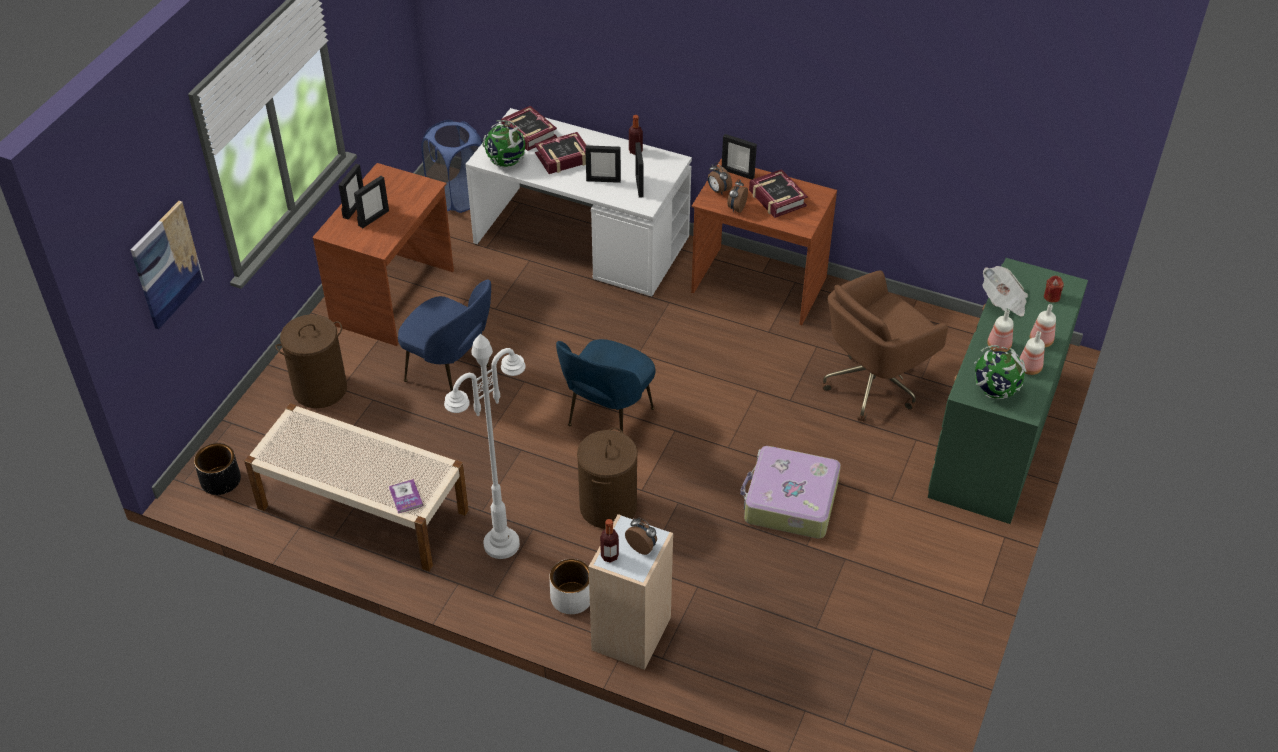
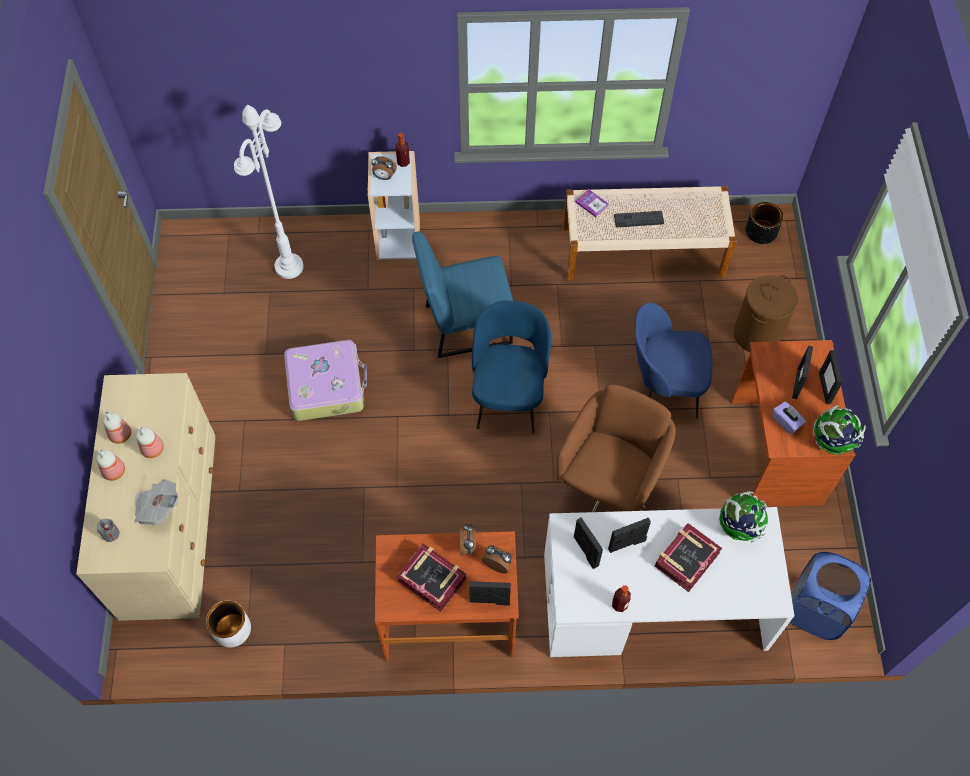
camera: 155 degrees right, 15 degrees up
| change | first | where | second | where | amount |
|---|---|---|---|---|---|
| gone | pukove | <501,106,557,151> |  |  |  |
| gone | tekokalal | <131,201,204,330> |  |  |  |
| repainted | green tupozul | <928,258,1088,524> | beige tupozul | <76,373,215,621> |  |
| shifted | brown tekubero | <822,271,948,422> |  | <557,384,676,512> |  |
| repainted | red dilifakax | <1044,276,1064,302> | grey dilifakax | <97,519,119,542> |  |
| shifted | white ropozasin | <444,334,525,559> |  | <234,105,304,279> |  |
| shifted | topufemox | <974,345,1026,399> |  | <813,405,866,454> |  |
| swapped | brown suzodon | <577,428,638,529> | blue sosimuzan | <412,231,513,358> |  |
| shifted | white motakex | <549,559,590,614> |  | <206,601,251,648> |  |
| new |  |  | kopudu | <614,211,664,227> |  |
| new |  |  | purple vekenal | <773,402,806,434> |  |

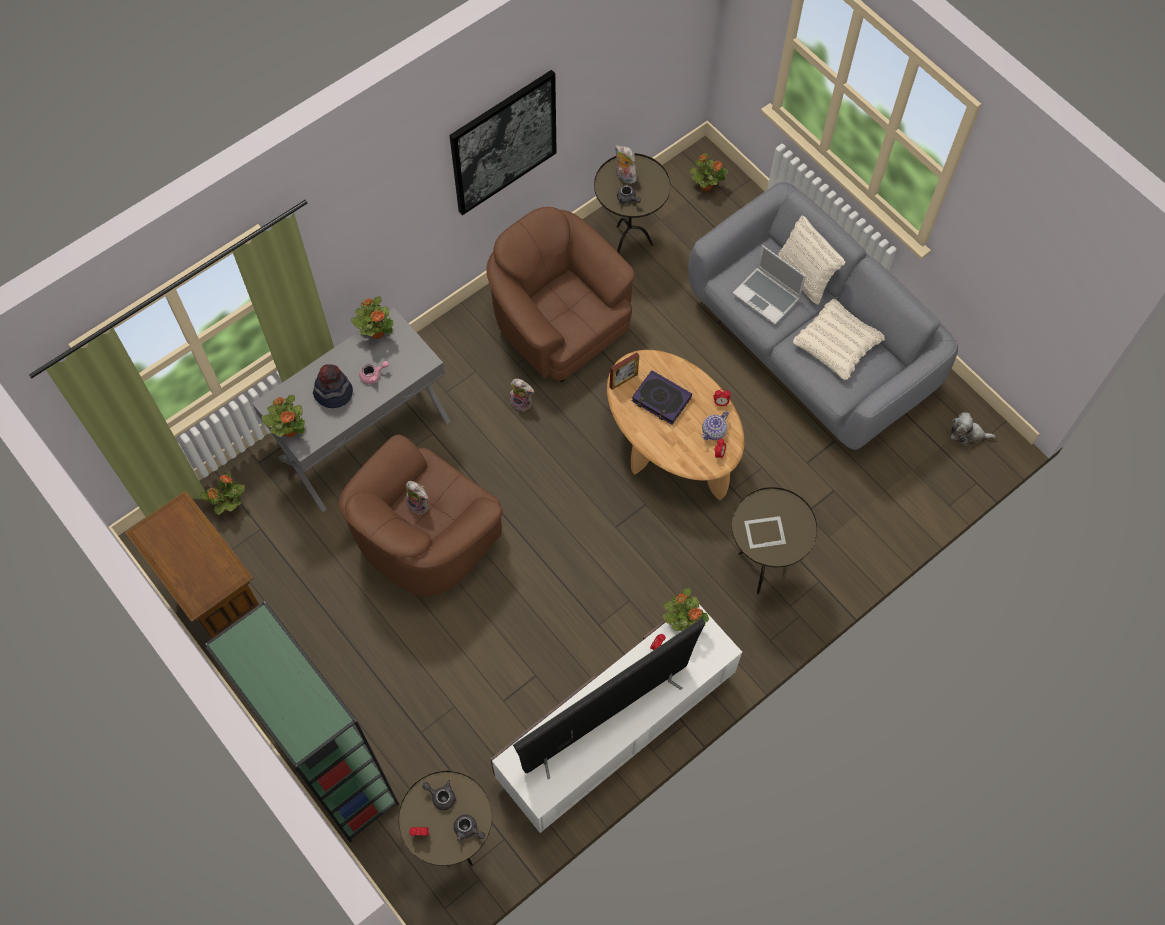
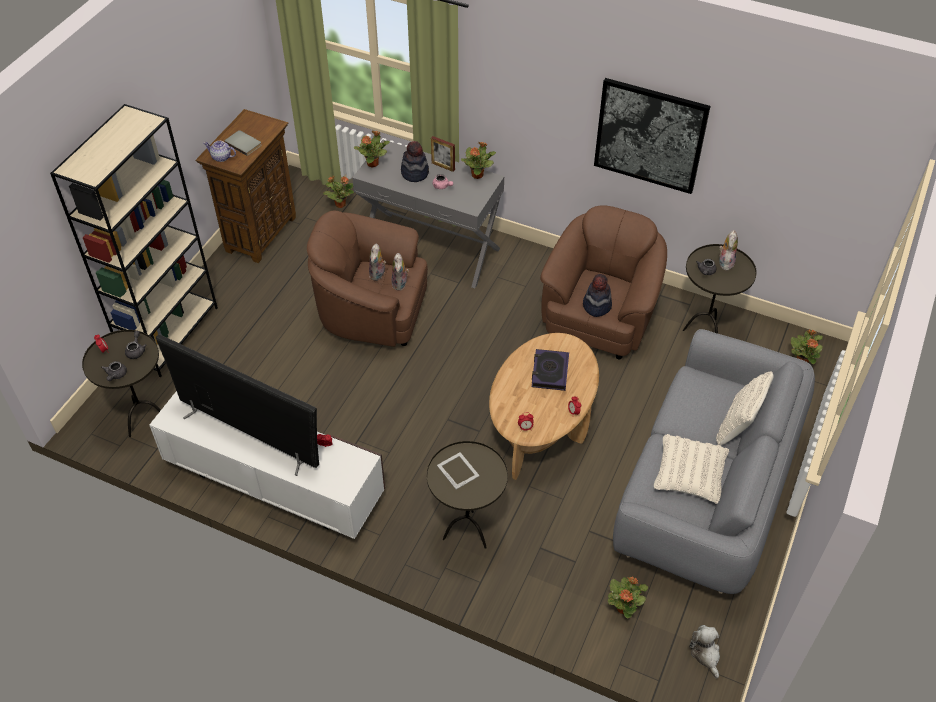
camera: 65 degrees right, 15 degrees down
| change | first | where | second | where | amount |
|---|---|---|---|---|---|
| gone | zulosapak | <733,245,806,325> |  |  |  |
| shifted | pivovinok | <609,352,640,390> |  | <431,136,455,172> |  |
| shifted | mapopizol | <510,379,534,411> |  | <392,253,409,291> |  |
| shifted | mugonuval | <702,411,729,440> |  | <204,141,236,162> |  |
| shifted | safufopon | <663,588,709,631> |  | <608,576,648,619> |  |
| repainted | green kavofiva | <204,601,399,843> | beige kavofiva | <50,104,218,377> |  |
| new |  |  | grey pukove | <224,130,262,156> |  |
| new |  |  | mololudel | <583,274,612,317> |  |

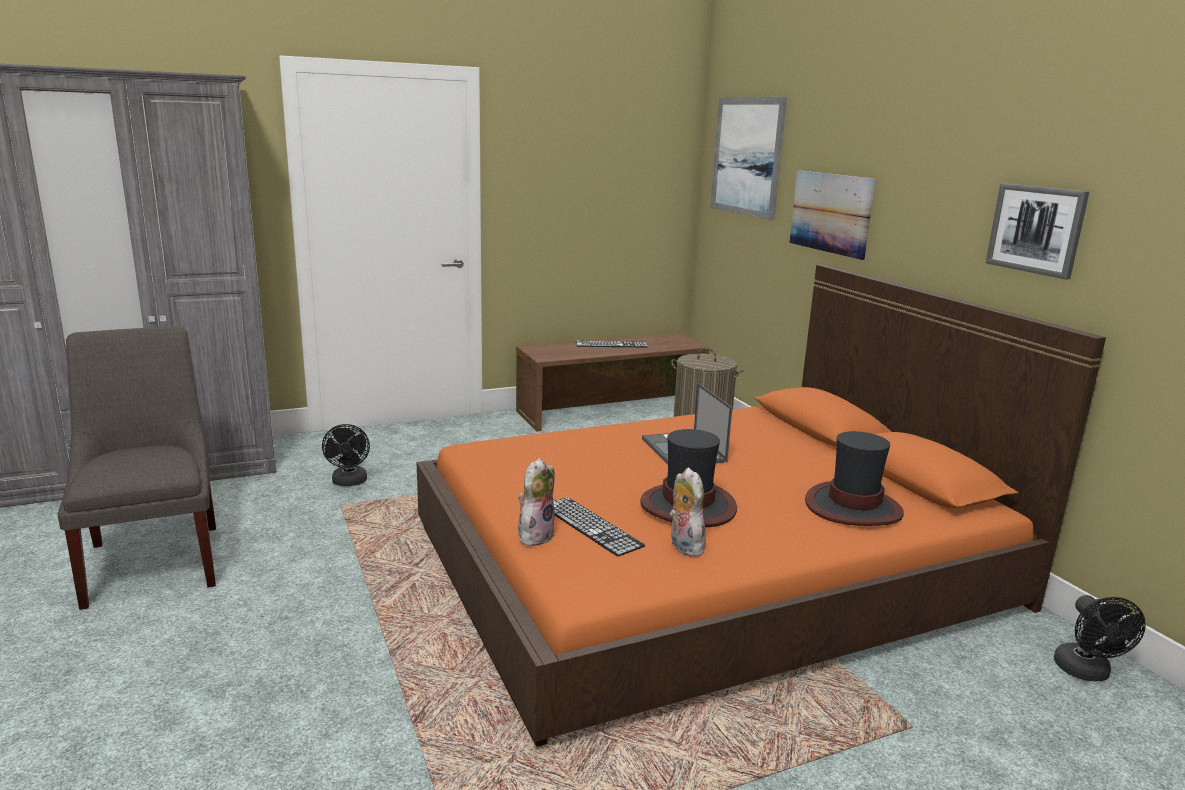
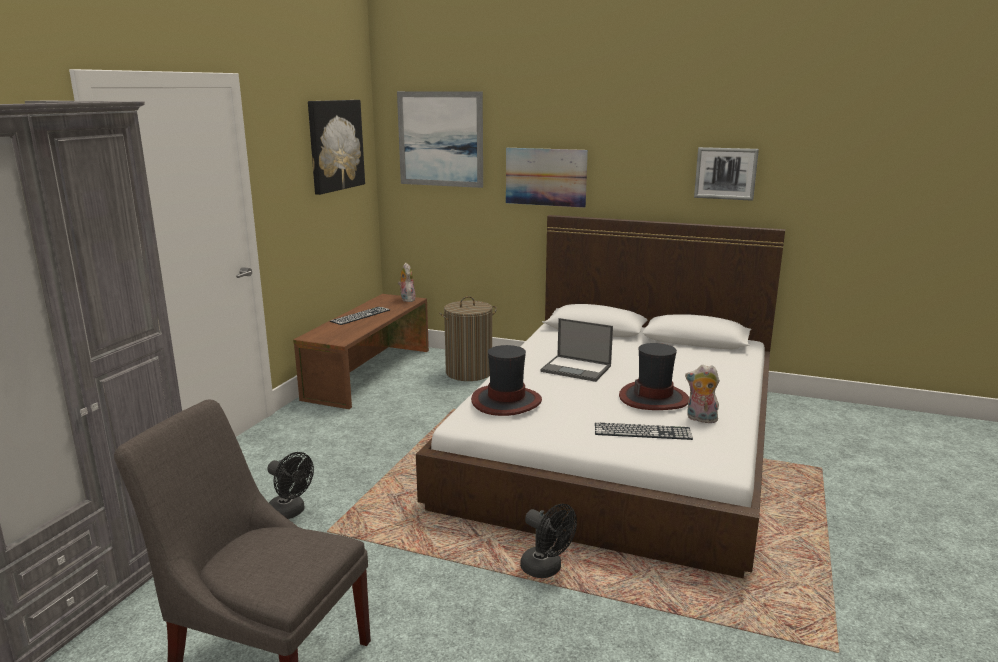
camera: 45 degrees left, 0 degrees up
| change | first | where | second | where | amount |
|---|---|---|---|---|---|
| repainted | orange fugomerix | <417,264,1106,747> | white fugomerix | <416,215,785,578> |  |
| shifted | mololudel | <805,431,904,526> |  | <471,345,542,416> |  |
| shifted | mapopizol | <518,458,555,546> |  | <398,263,416,302> |  |
| shifted | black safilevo | <1054,595,1145,681> |  | <520,504,577,578> |  |
| new |  |  | tekokalal | <308,100,365,195> |  |

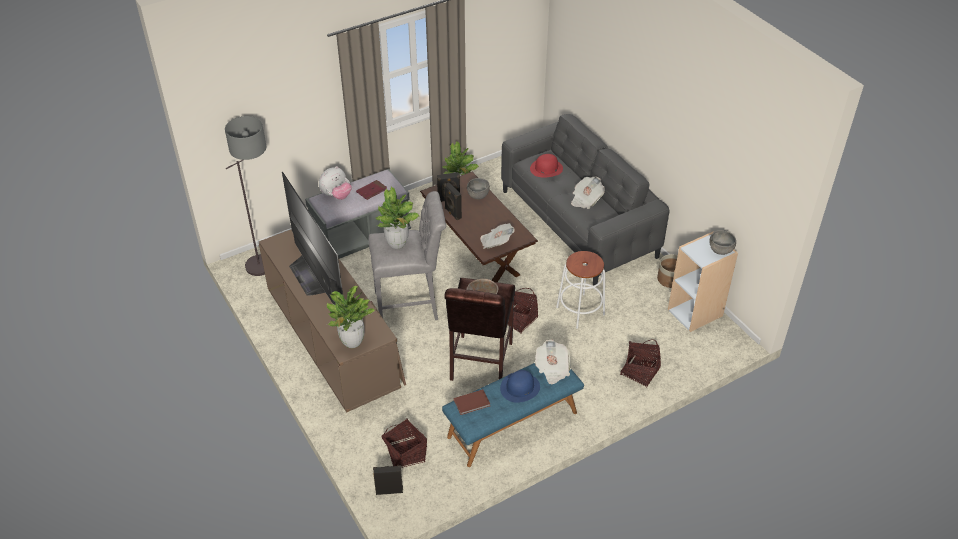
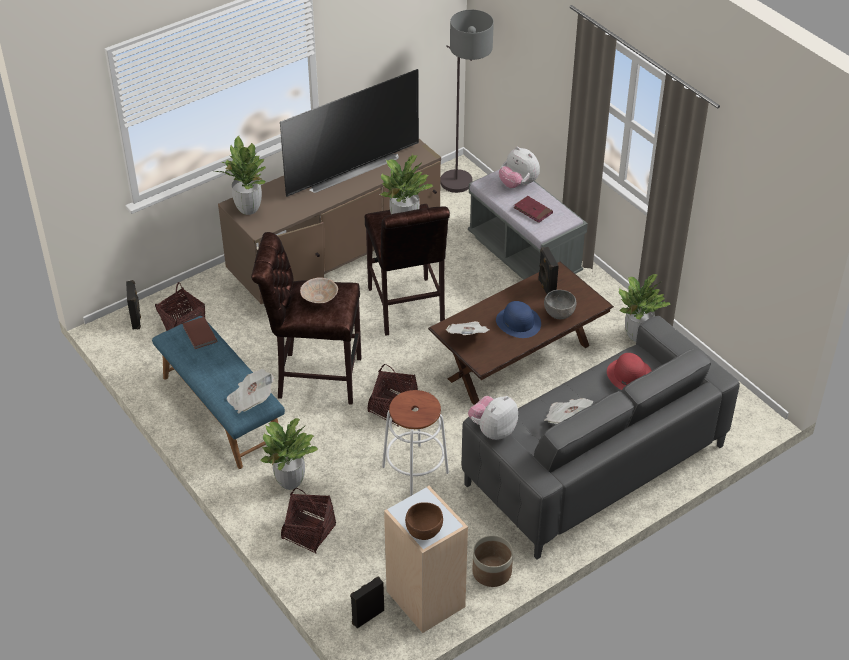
camera: 85 degrees right, 0 degrees up
| change | first | where | second | where | amount |
|---|---|---|---|---|---|
| shifted | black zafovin | <444,183,462,220> |  | <350,576,384,628> |  |
| repainted | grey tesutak | <369,191,446,320> | brown tesutak | <365,204,450,336> |  |
| repainted | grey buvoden | <709,230,736,255> | brown buvoden | <405,502,443,540> |  |
| shifted | blue mololudel | <500,370,540,403> |  | <496,301,541,338> |  |
| new |  |  | mapopizol | <468,396,518,440> |  |
| new |  |  | safufopon | <260,418,318,490> |  |

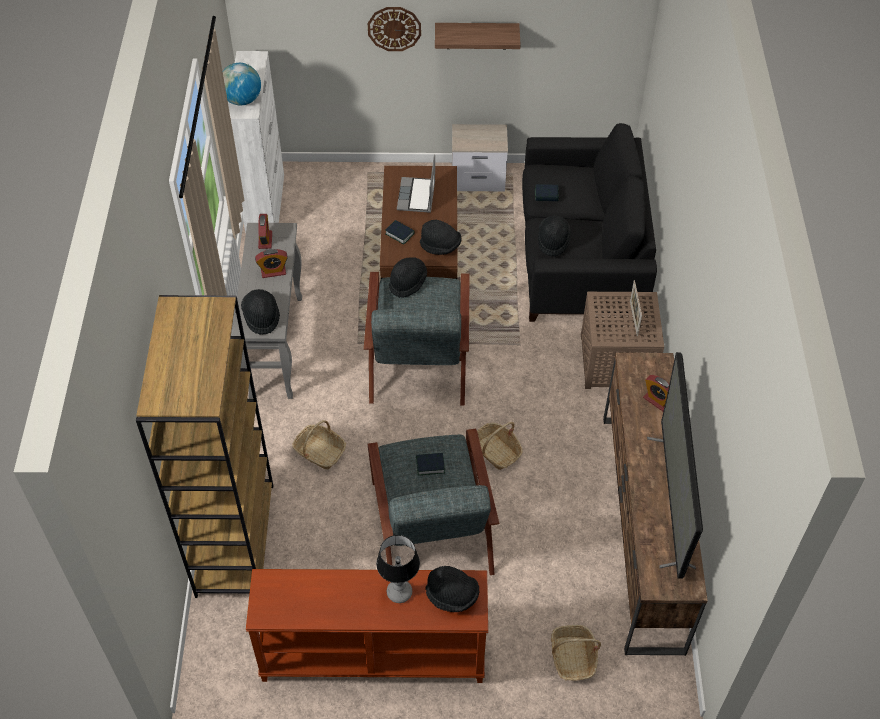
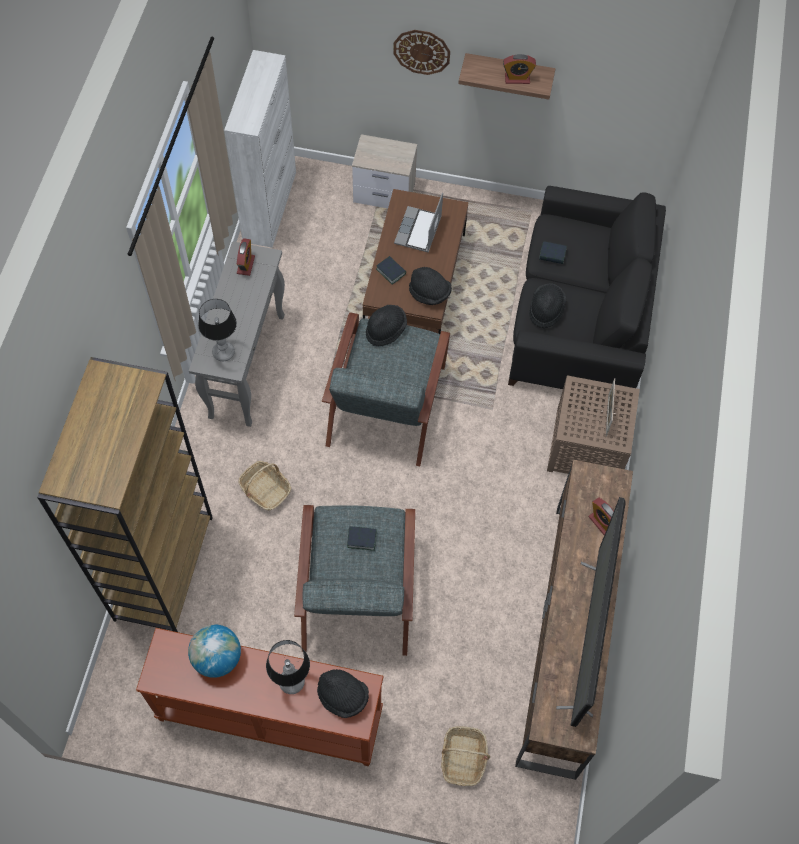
camera: 10 degrees right, 10 degrees up
| change | first | where | second | where | amount |
|---|---|---|---|---|---|
| shifted | topufemox | <223,63,261,105> |  | <188,625,241,678> |  |
| shifted | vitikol | <452,124,508,191> |  | <352,134,417,208> |  |
| shifted | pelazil | <255,249,288,278> |  | <503,54,536,84> |  |
| swapped | black mololudel | <241,289,280,335> | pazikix | <198,299,237,361> |  |
| gone | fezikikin | <477,422,523,470> |  |  |  |

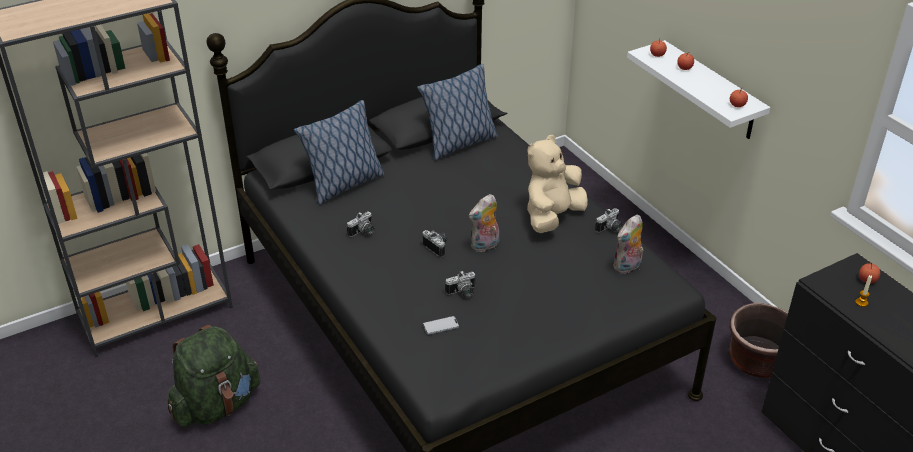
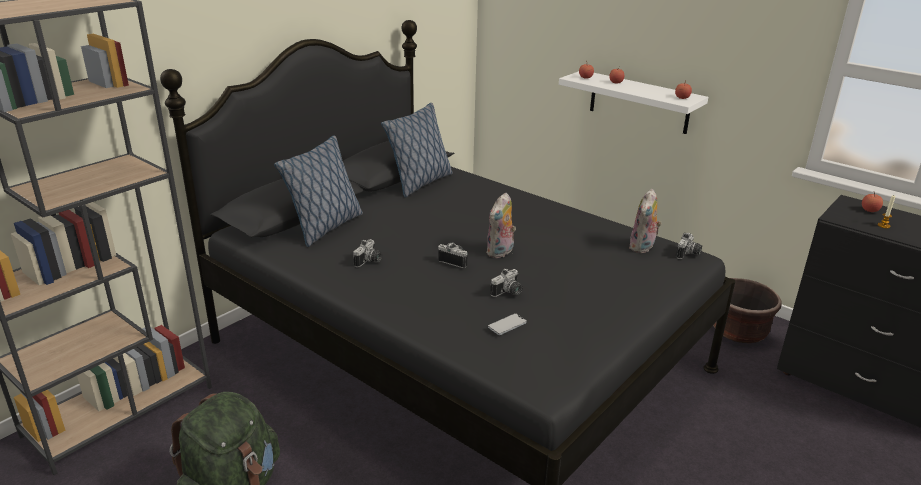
camera: 20 degrees left, 10 degrees down
| change | first | where | second | where | amount |
|---|---|---|---|---|---|
| gone | beige mapopizol | <527,135,588,233> |  |  |  |
| shifted | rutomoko | <595,208,623,233> |  | <676,233,702,259> |  |

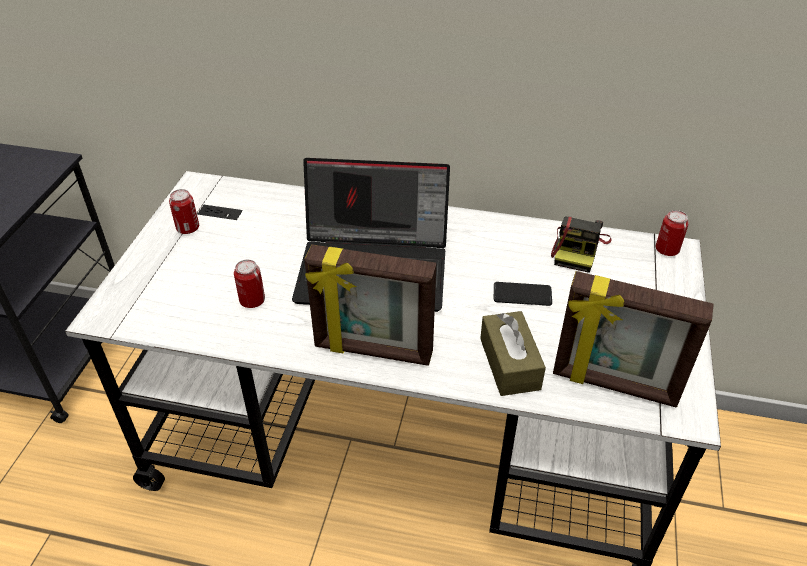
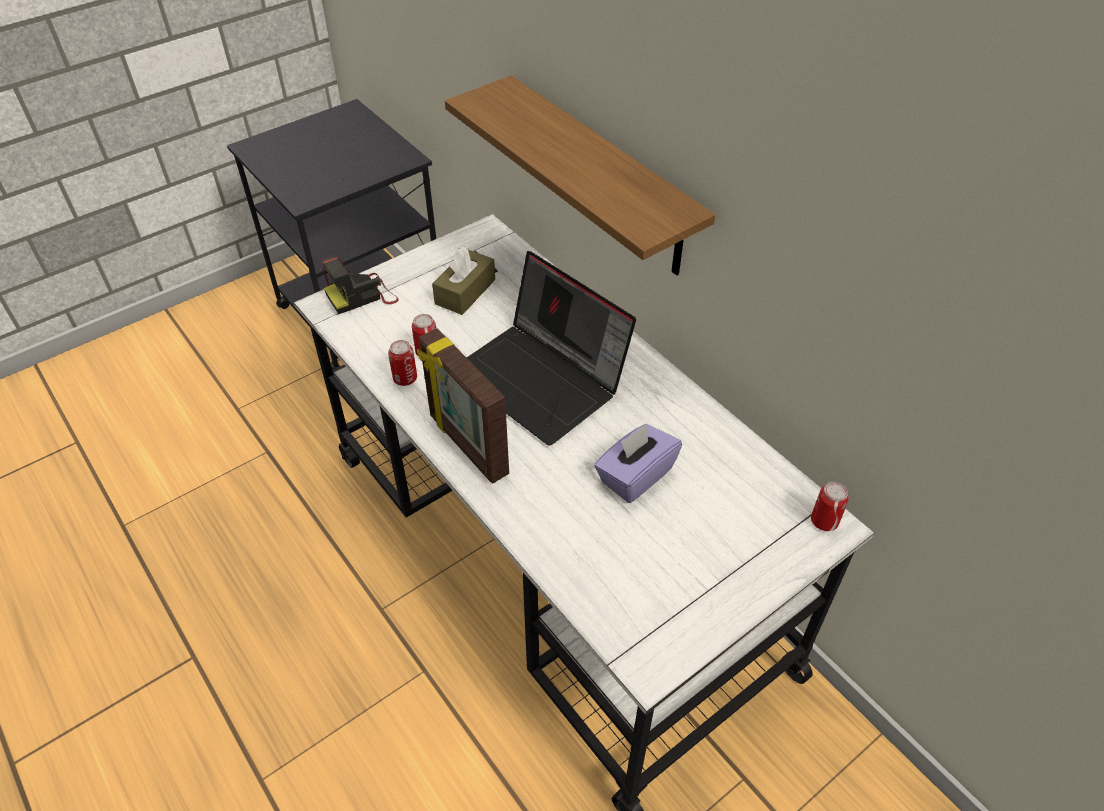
camera: 40 degrees right, 5 degrees up
| change | first | where | second | where | amount |
|---|---|---|---|---|---|
| shifted | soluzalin | <169,189,199,234> |  | <388,340,417,386> |  |
| shifted | rutomoko | <551,217,612,273> |  | <322,256,399,314> |  |
| gone | pivovinok | <553,271,714,408> |  |  |  |
| swapped | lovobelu | <494,282,552,306> | purple vekenal | <594,424,682,503> |  |
| shifted | brown vekenal | <480,311,546,396> |  | <432,246,495,315> |  |
| new |  |  | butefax | <445,75,715,275> |  |

